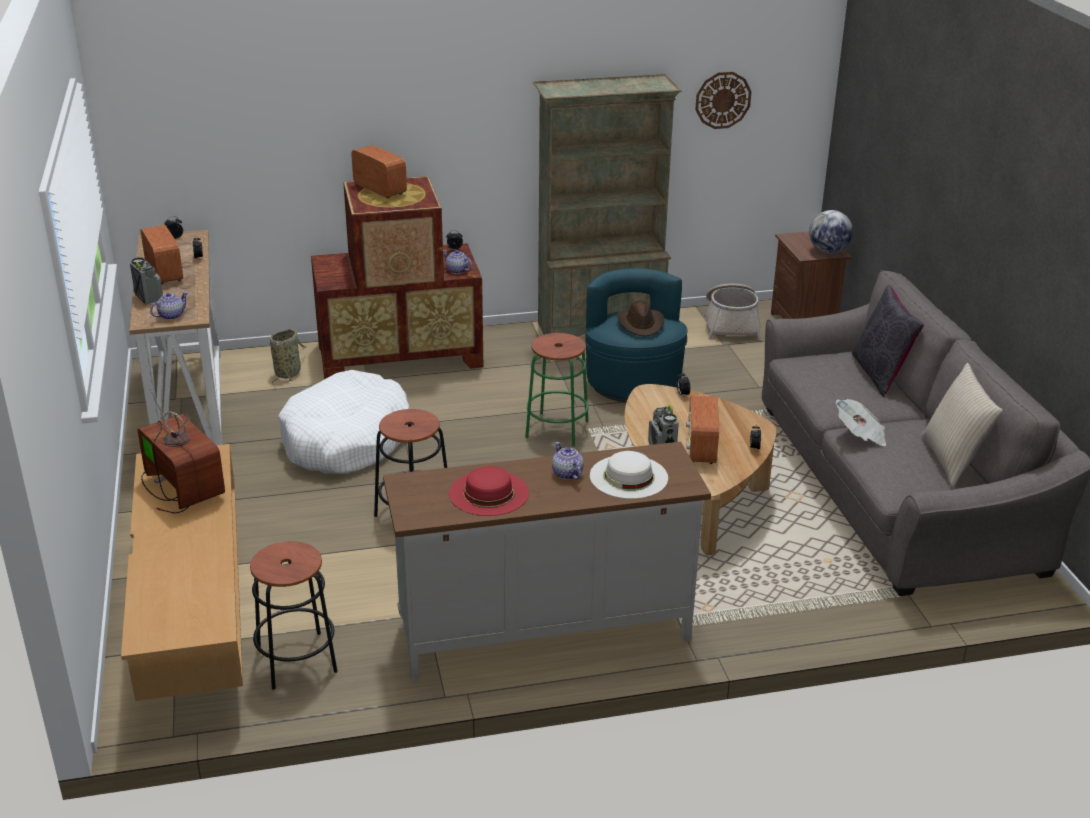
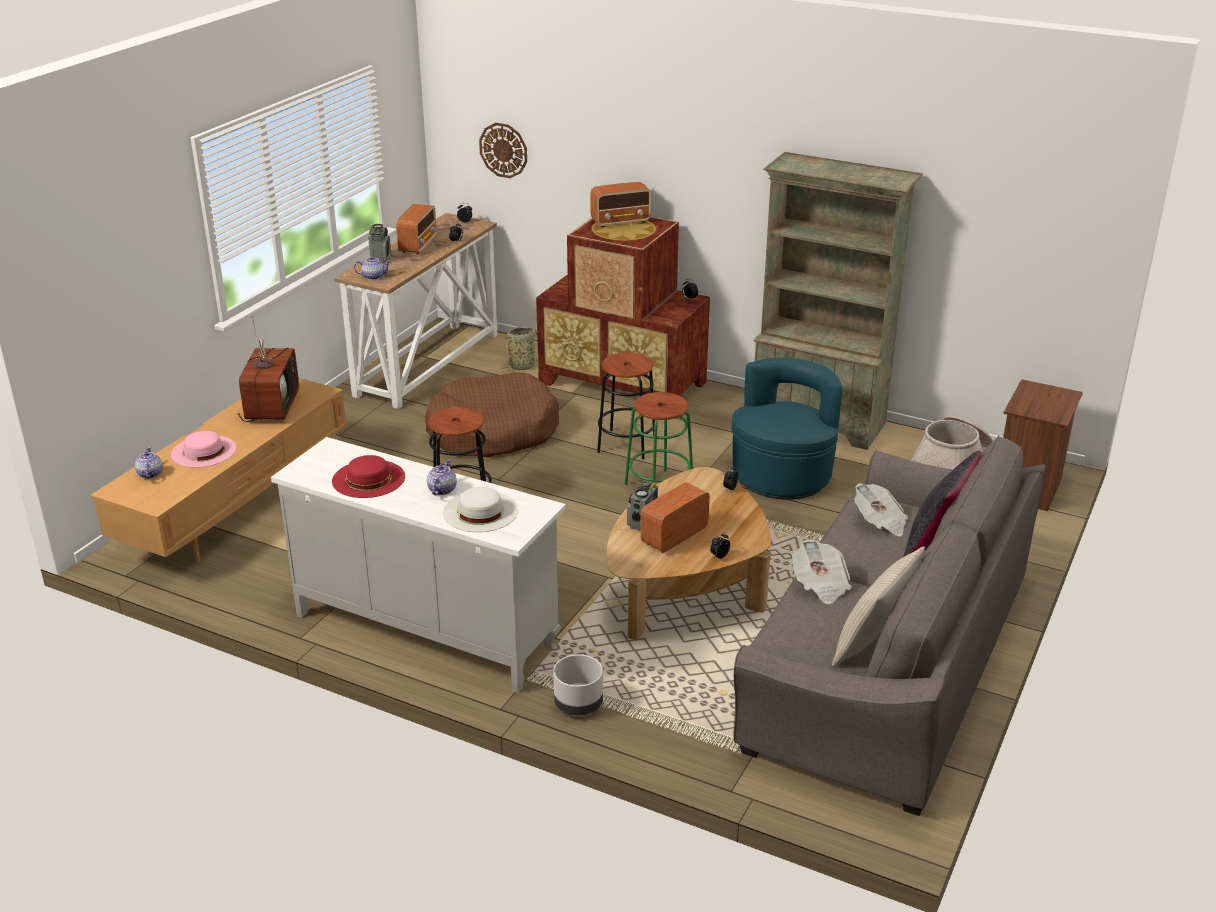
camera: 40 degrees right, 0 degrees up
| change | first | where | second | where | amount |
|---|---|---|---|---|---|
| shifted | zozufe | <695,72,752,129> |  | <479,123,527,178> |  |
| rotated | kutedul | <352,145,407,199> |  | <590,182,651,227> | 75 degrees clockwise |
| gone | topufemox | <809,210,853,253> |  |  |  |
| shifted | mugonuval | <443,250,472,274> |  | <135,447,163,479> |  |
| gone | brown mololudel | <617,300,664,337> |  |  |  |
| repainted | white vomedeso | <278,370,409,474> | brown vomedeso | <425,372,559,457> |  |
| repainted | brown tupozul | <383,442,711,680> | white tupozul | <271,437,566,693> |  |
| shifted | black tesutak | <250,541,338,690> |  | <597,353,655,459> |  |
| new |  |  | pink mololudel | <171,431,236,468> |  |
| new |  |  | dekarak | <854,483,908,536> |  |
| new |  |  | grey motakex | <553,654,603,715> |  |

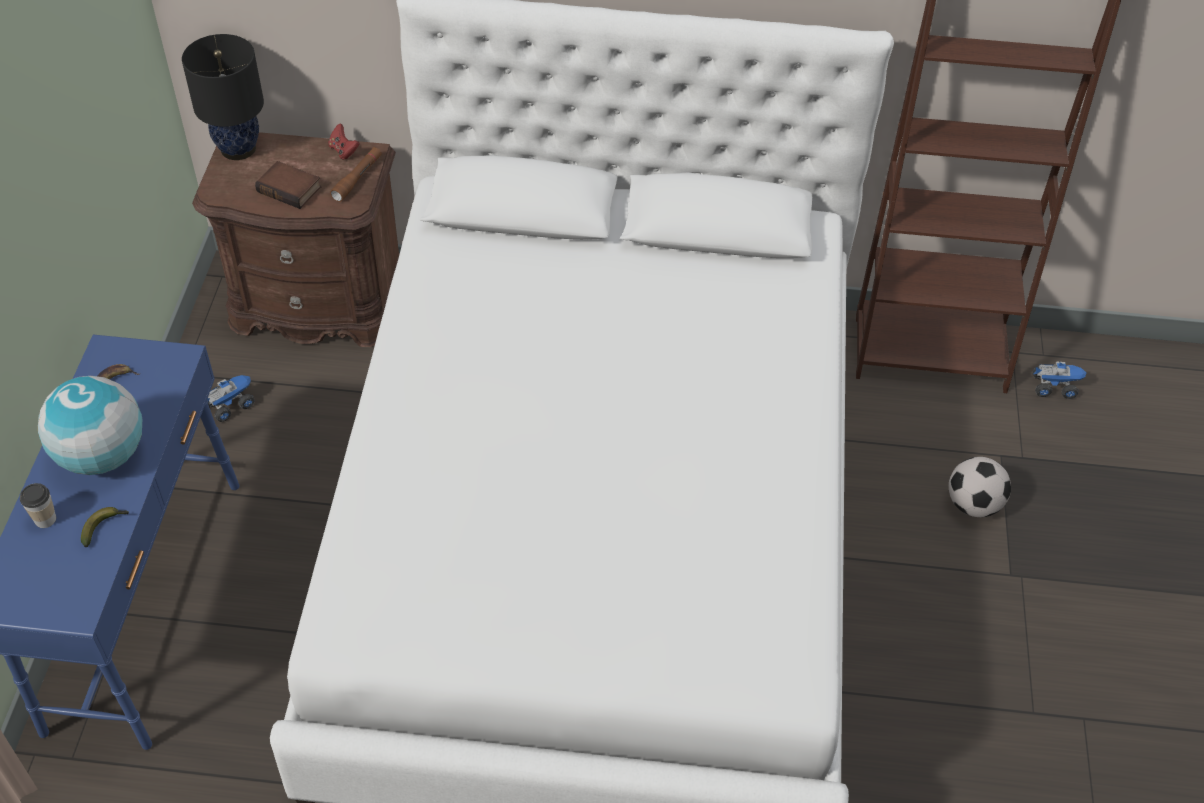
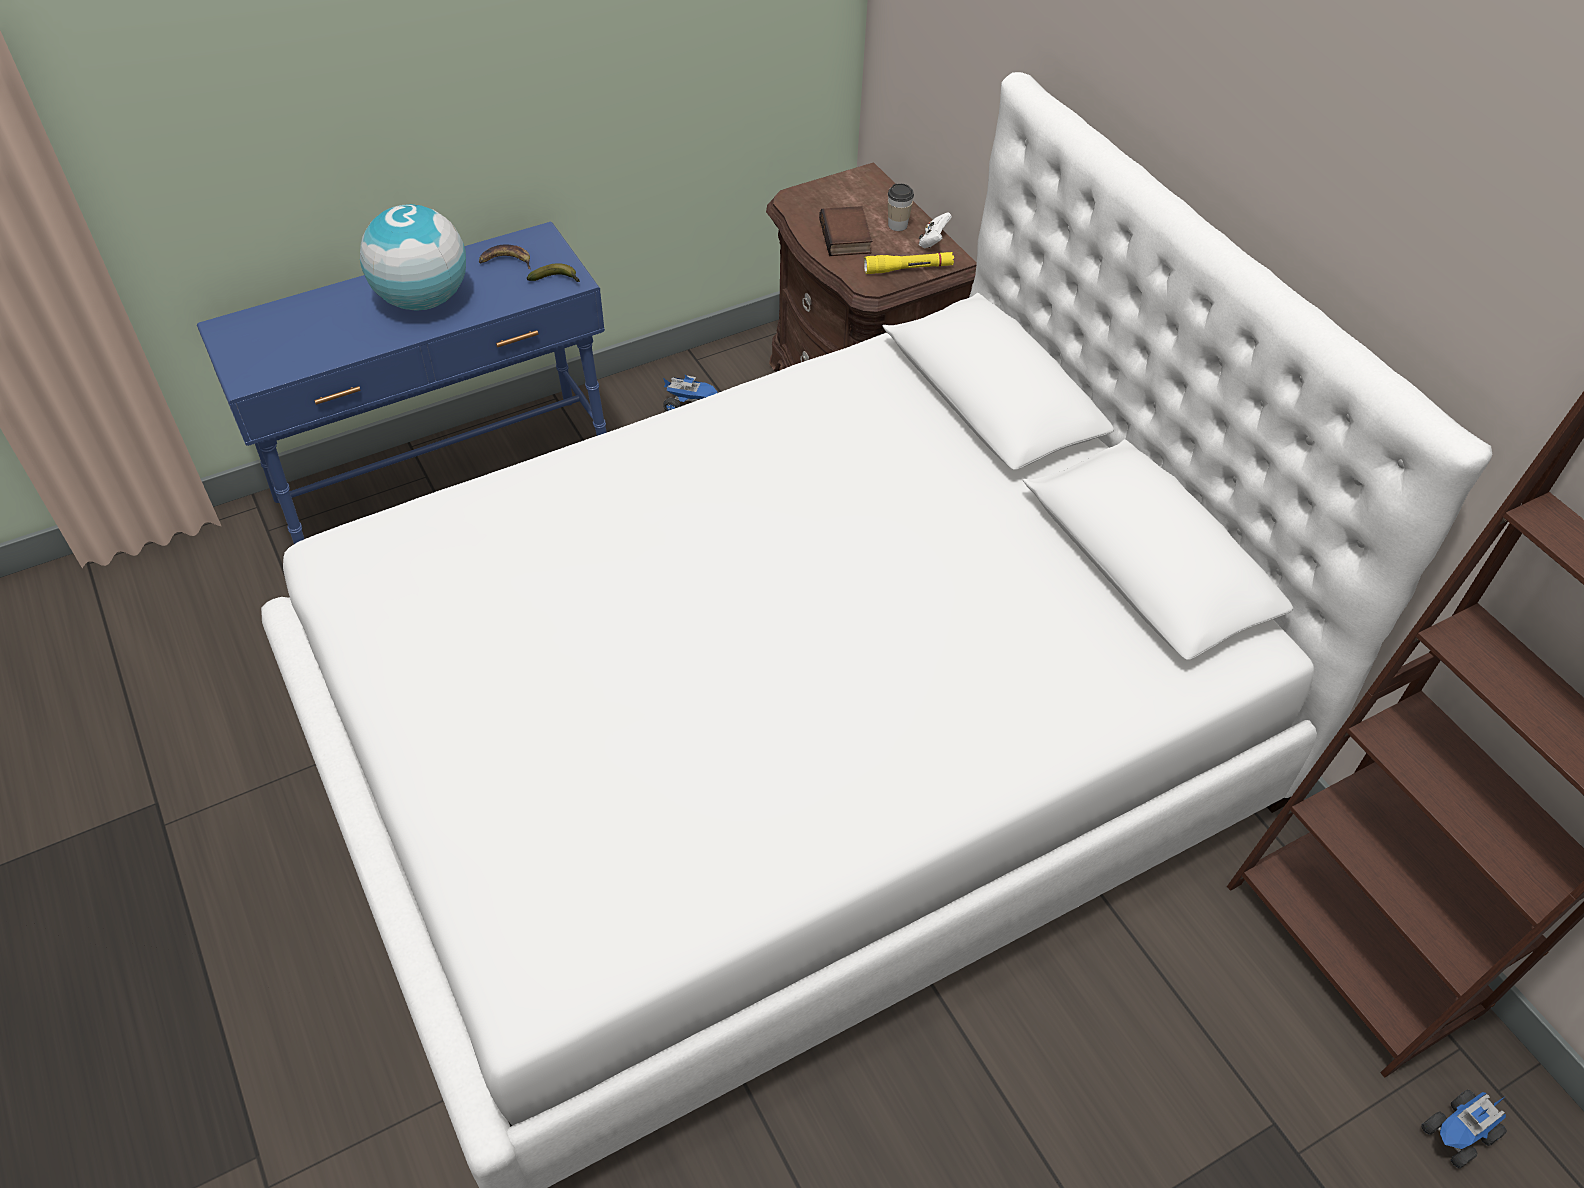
camera: 55 degrees right, 0 degrees up
| change | first | where | second | where | amount |
|---|---|---|---|---|---|
| gone | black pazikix | <182,34,264,160> |  |  |  |
| repainted | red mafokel | <328,124,359,159> | white mafokel | <919,213,952,248> |  |
| repainted | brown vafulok | <330,147,382,202> | yellow vafulok | <864,252,954,274> |  |
| rotated | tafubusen | <1033,362,1087,399> |  | <1421,1090,1507,1168> | 90 degrees clockwise |
| gone | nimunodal | <949,457,1011,517> |  |  |  |
| shifted | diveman | <20,483,56,528> |  | <888,184,914,231> |  |
| shifted | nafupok | <81,507,129,547> |  | <526,263,580,282> |  |

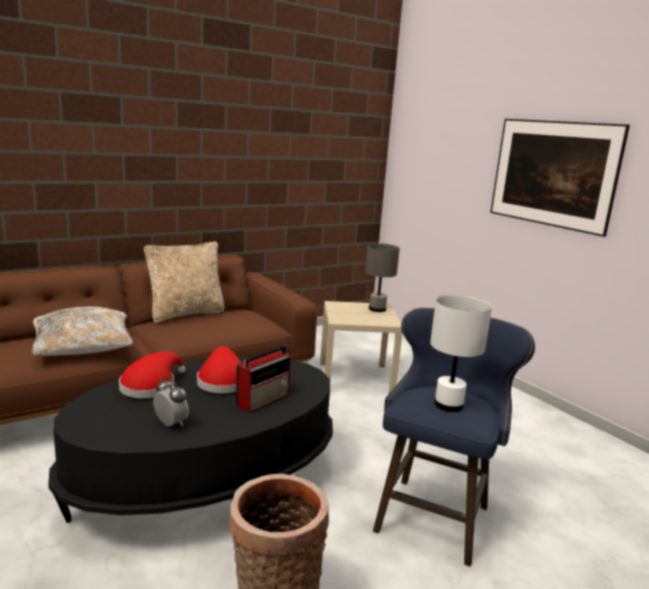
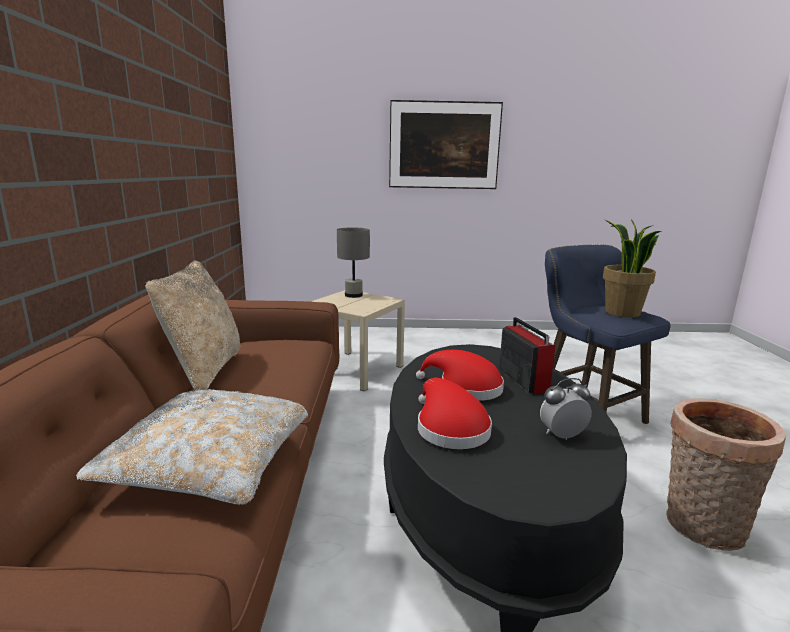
camera: 55 degrees left, 0 degrees up
| change | first | where | second | where | amount |
|---|---|---|---|---|---|
| swapped | white pazikix | <430,295,492,412> | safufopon | <603,219,661,317> |  |

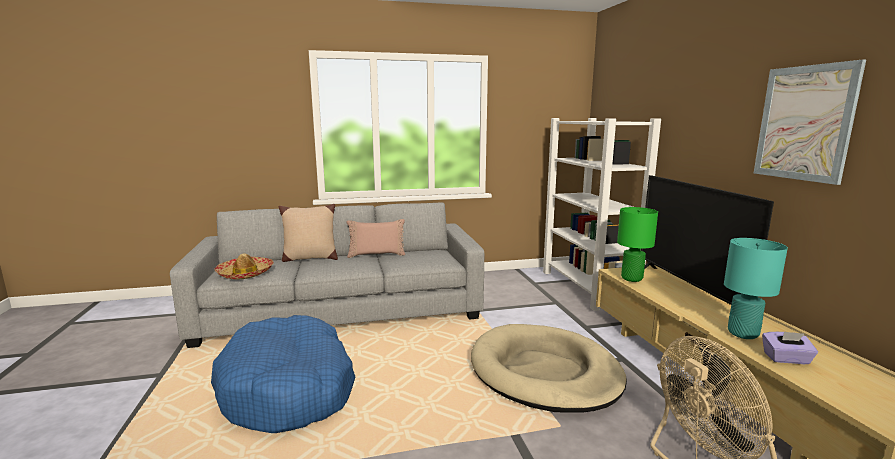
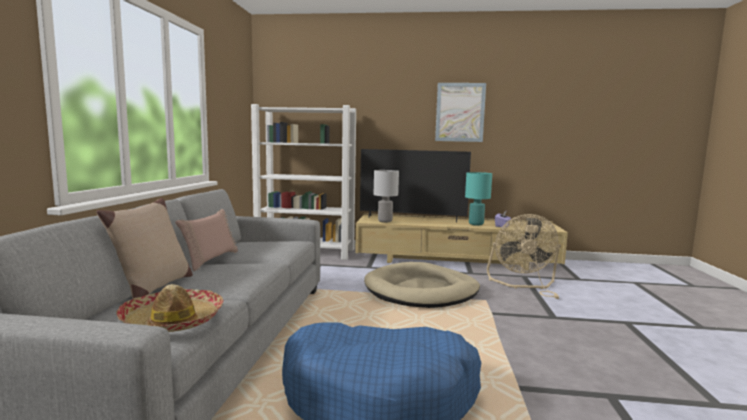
camera: 70 degrees left, 5 degrees down
| change | first | where | second | where | amount |
|---|---|---|---|---|---|
| repainted | green pazikix | <617,207,658,282> | grey pazikix | <374,170,399,223> |  |

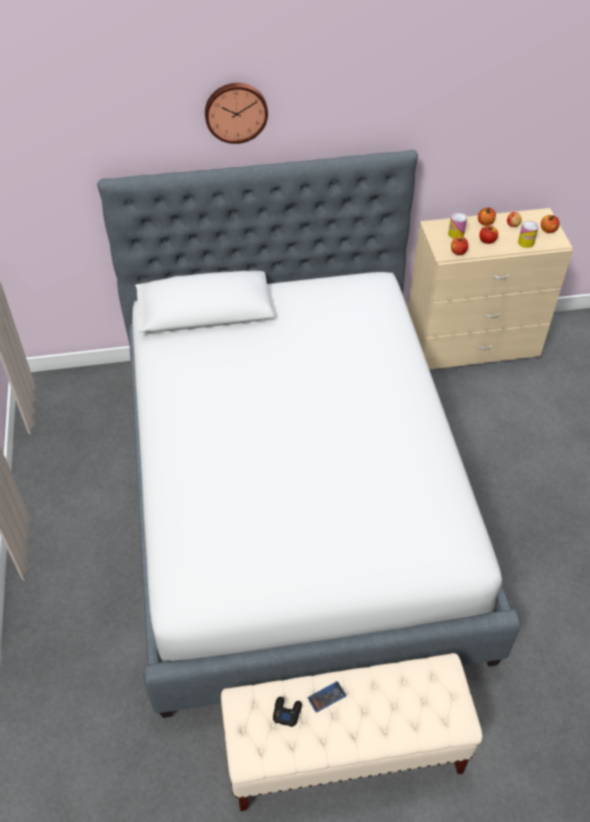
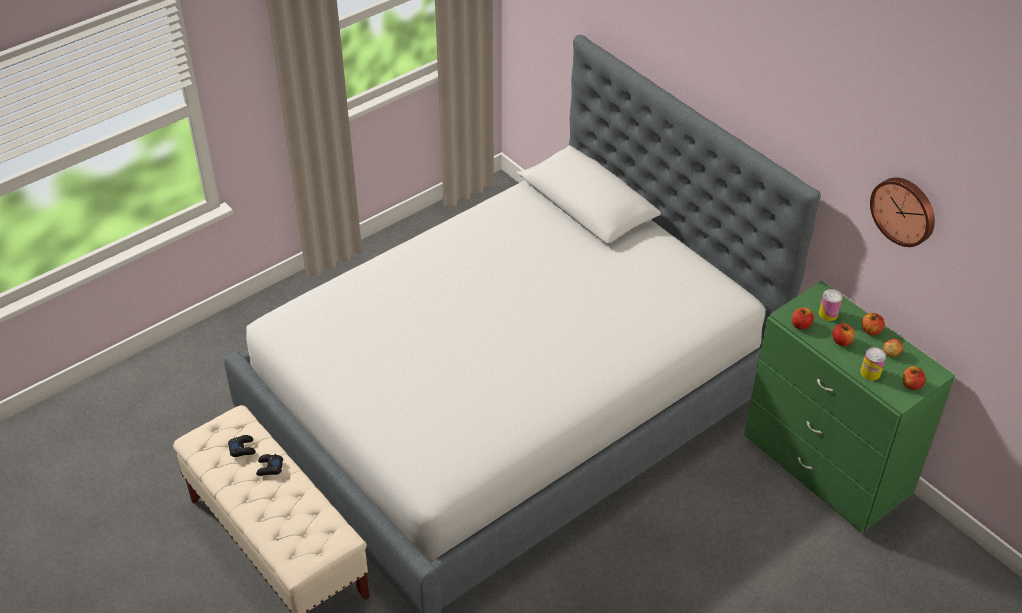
camera: 60 degrees right, 5 degrees down
| change | first | where | second | where | amount |
|---|---|---|---|---|---|
| shifted | zozufe | <205,83,268,144> |  | <870,178,935,247> |  |
| repainted | beige tupozul | <408,208,573,369> | green tupozul | <744,281,956,532> |  |
| swapped | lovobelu | <308,681,346,713> | black mafokel | <256,454,283,476> |  |

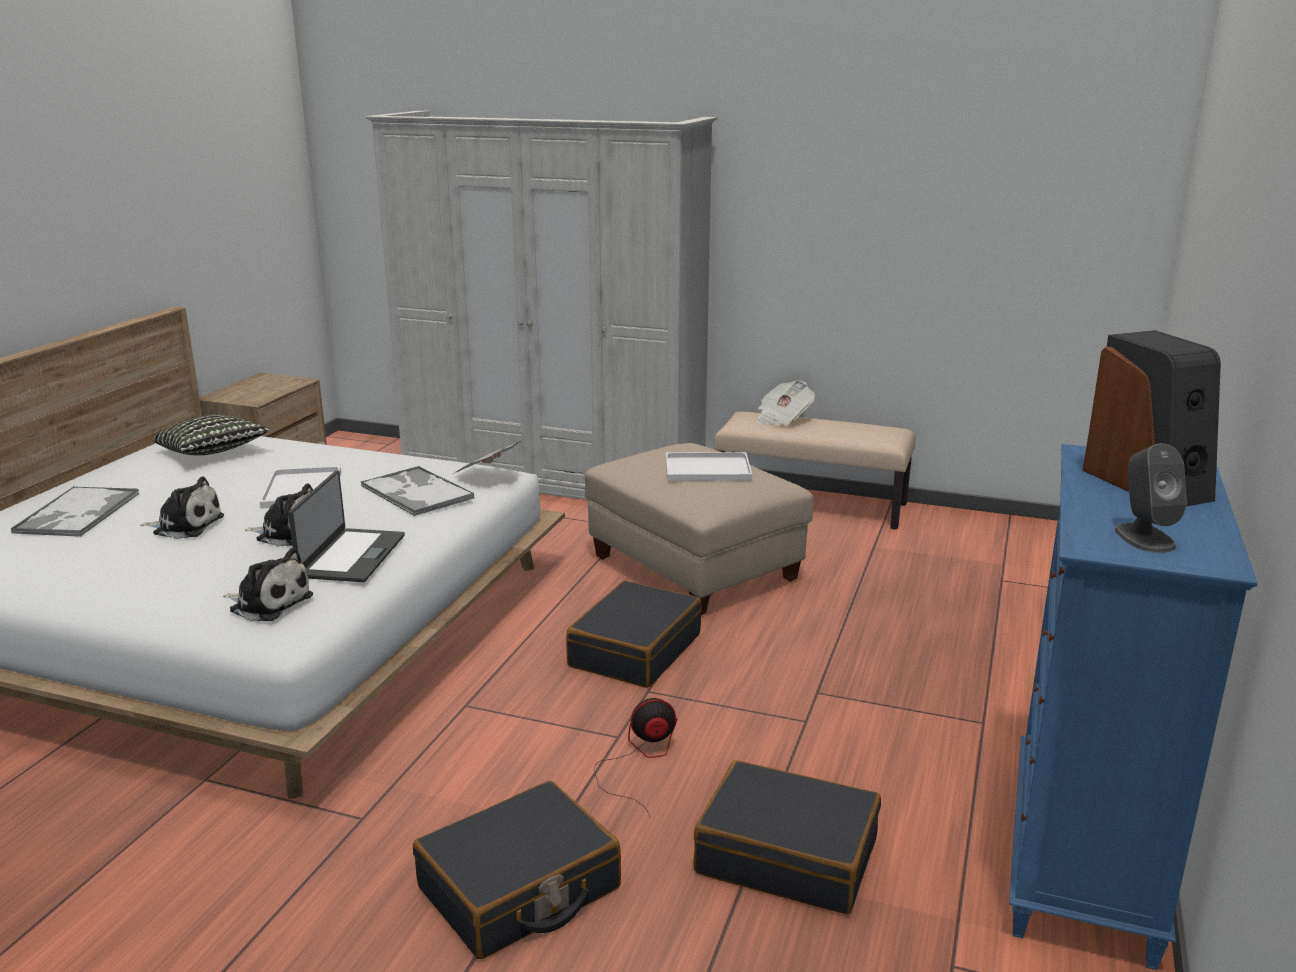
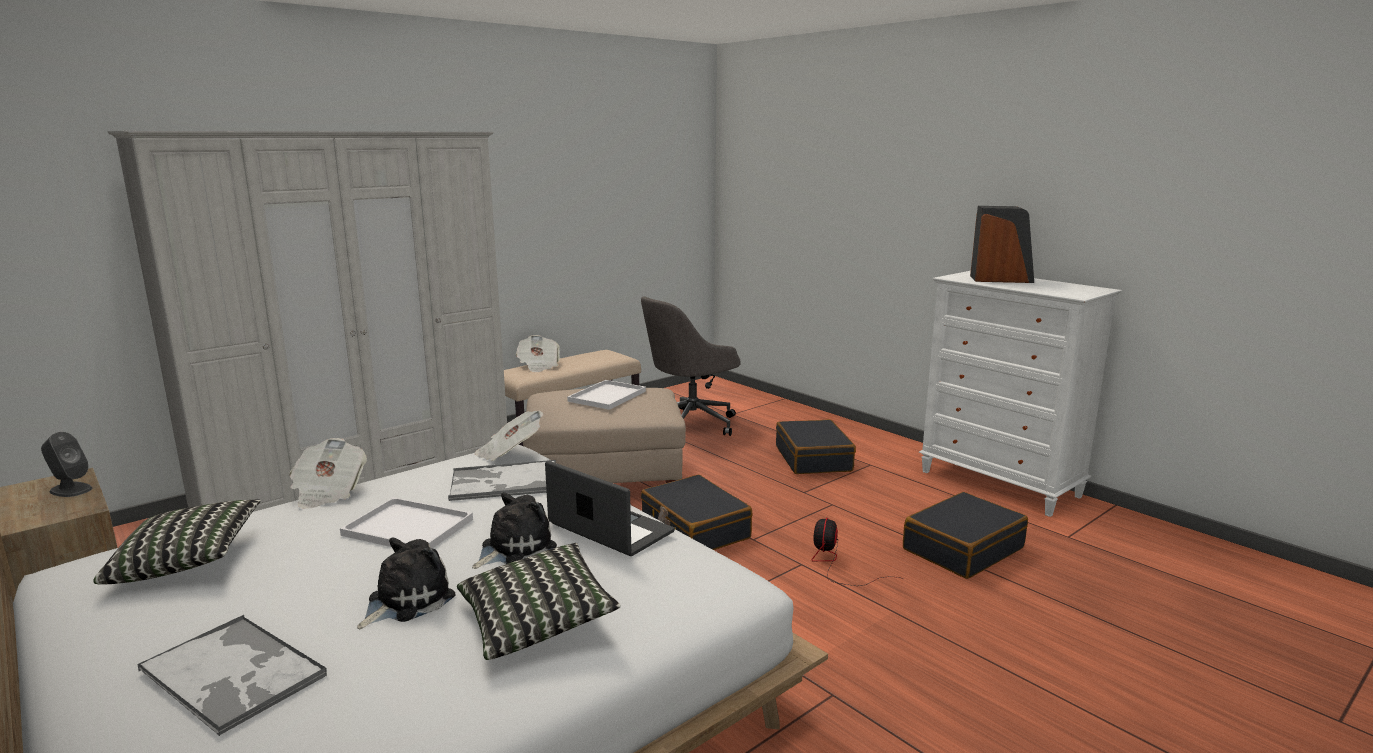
camera: 60 degrees left, 5 degrees down
| change | first | where | second | where | amount |
|---|---|---|---|---|---|
| shifted | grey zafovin | <1115,443,1187,553> |  | <41,432,93,497> |  |
| repainted | blue tupozul | <1009,444,1258,970> | white tupozul | <919,271,1122,517> |  |
| gone | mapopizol | <223,548,313,621> |  |  |  |
| shifted | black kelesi | <413,781,621,959> |  | <776,419,856,474> |  |
| new |  |  | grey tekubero | <641,296,741,436> |  |
| new |  |  | dekarak | <289,438,367,509> |  |
| new |  |  | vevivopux | <457,543,621,660> |  |

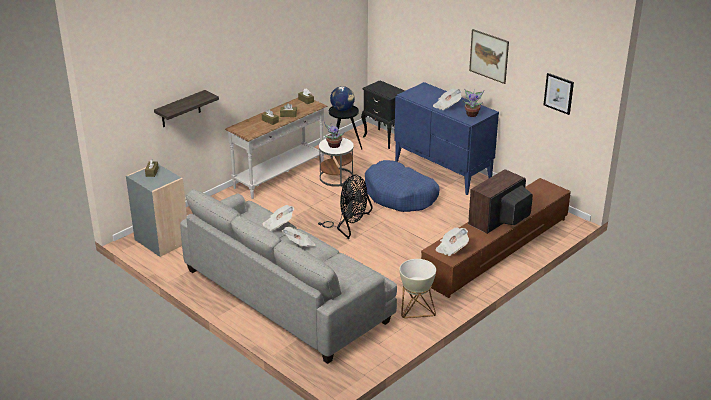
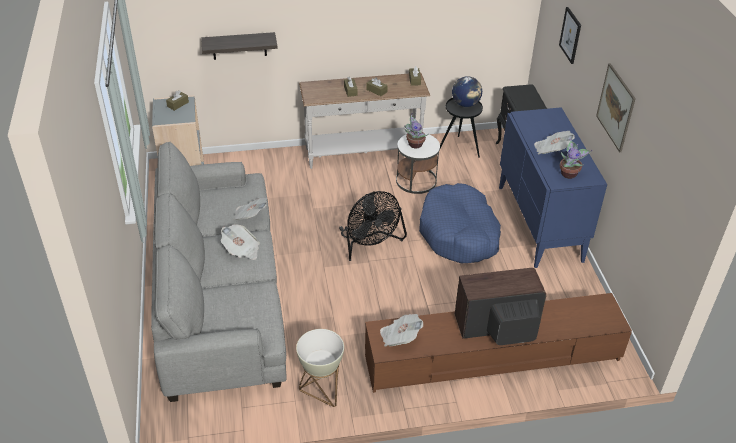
camera: 35 degrees right, 10 degrees up
| change | first | where | second | where | amount |
|---|---|---|---|---|---|
| shifted | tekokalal | <543,73,574,115> |  | <559,7,581,64> |  |

